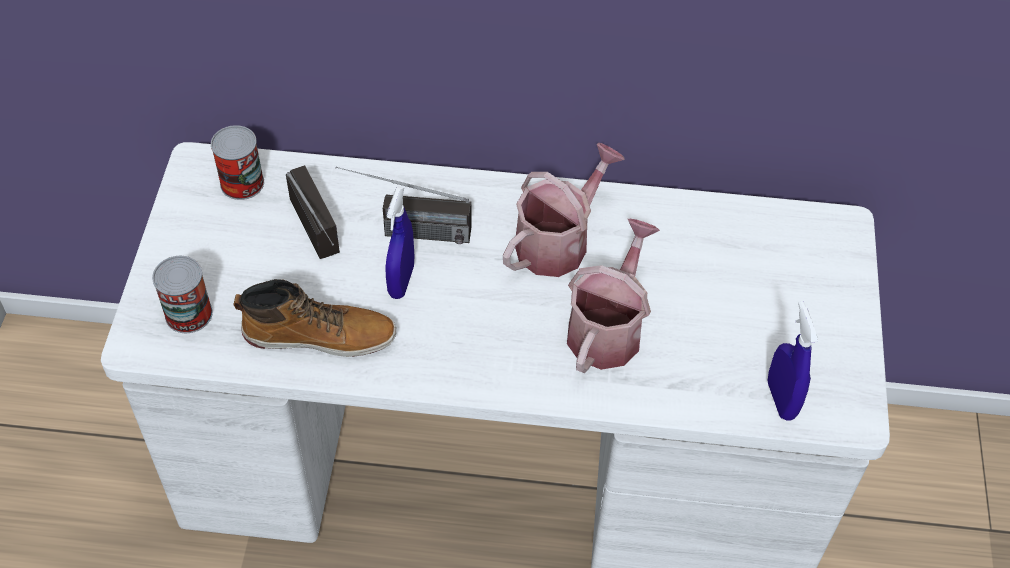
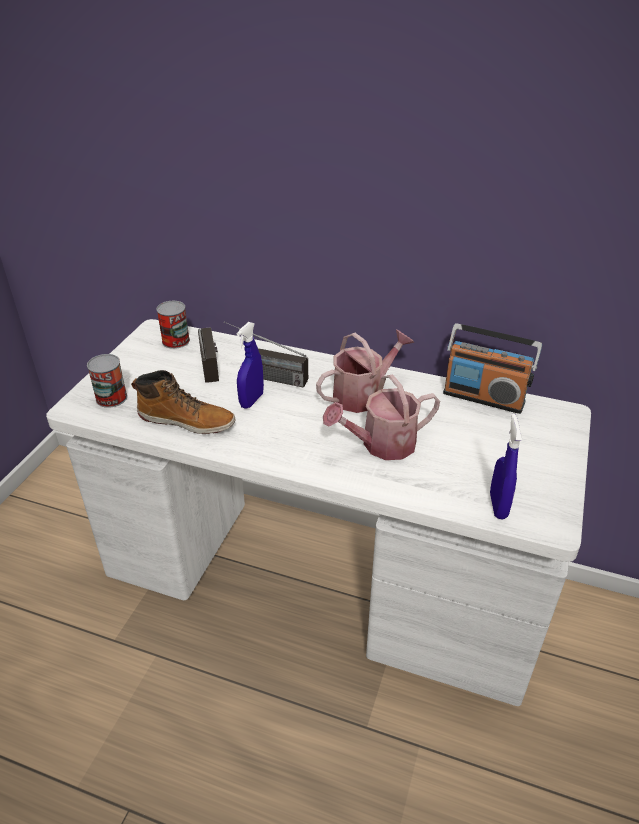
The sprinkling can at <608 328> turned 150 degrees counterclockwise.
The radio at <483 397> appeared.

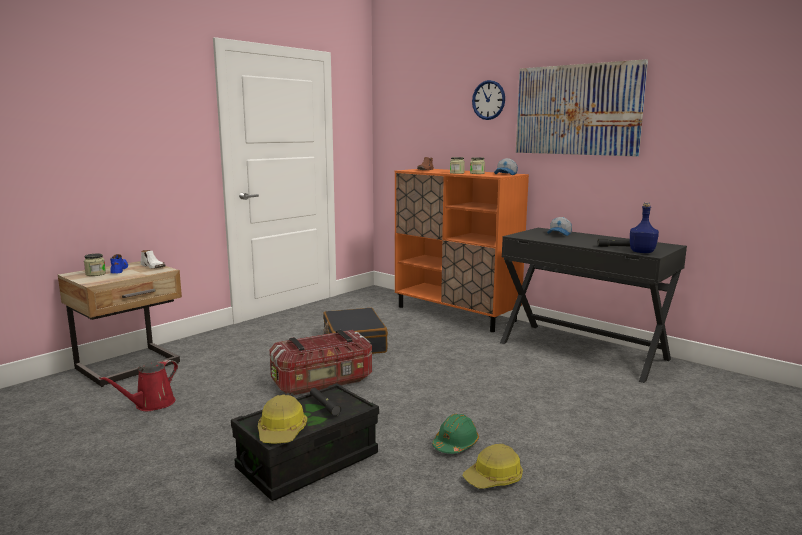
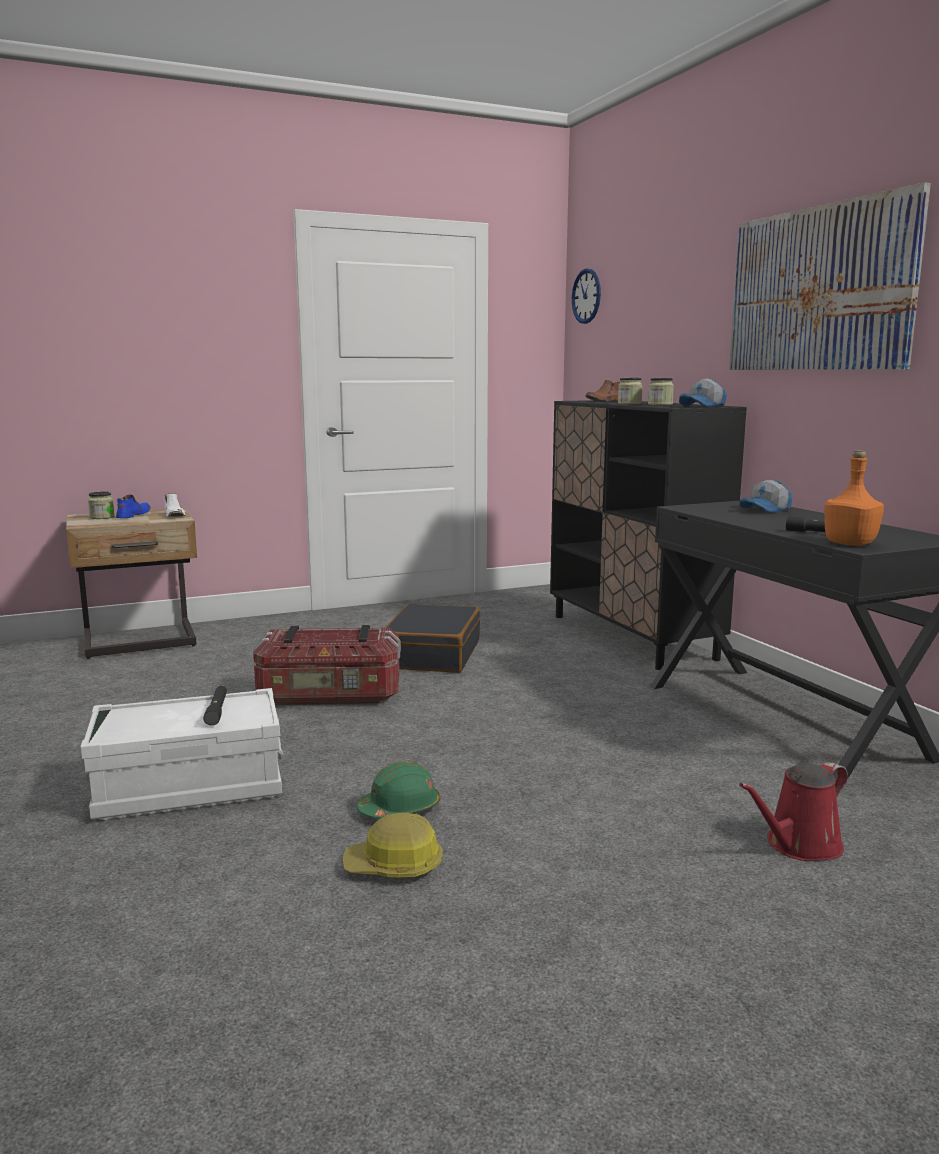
The sprinkling can/red moved from <151 404> to <799 846>.
The storage container/blackish at <308 462> became the storage container/whitish at <190 787>.
The safety helmet at <282 432> disappeared.
The cabinet/orangey at <456 314> became the cabinet/blackish at <632 637>.
The hanging clock moved from <488 100> to <586 296>.
The beverage bottle/blue at <642 252> became the beverage bottle/orangey at <850 543>.

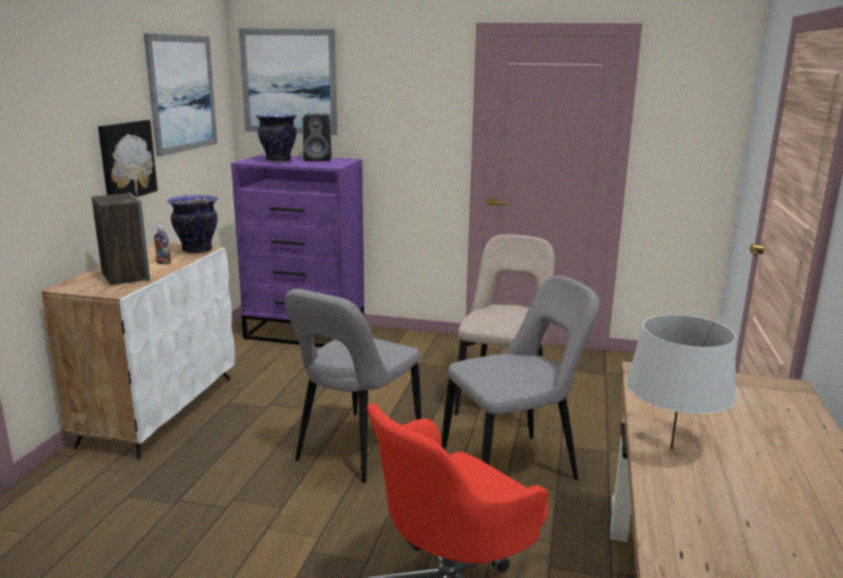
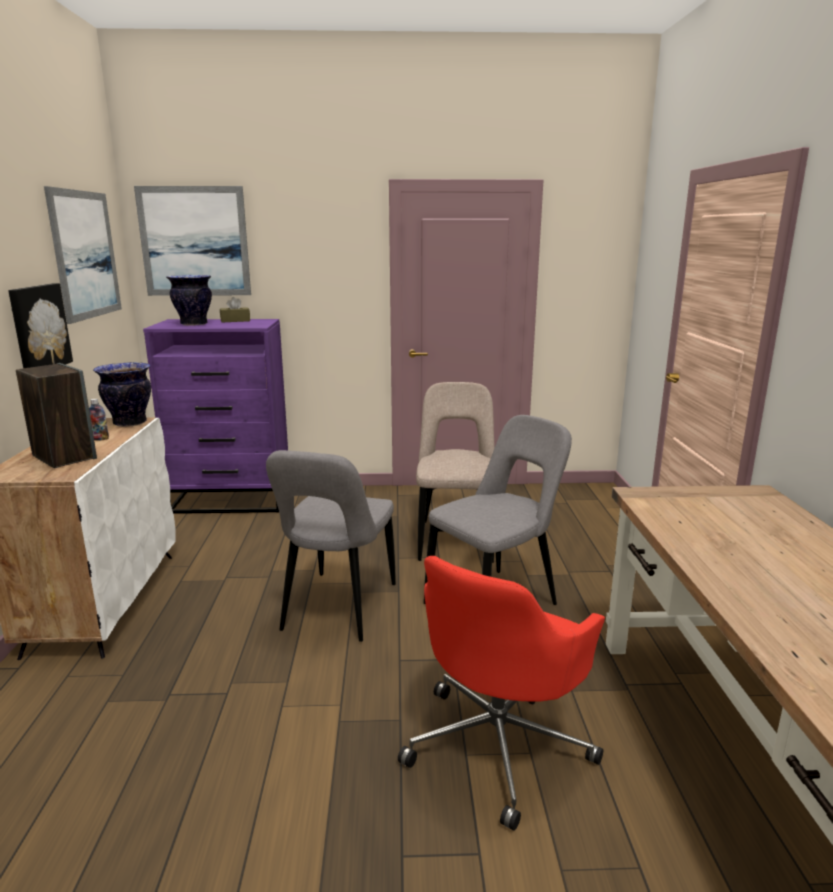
The audio speaker/blackish at <319 159> was replaced by the box of tissues/brown-coloured at <235 321>.
The table lamp/gray at <671 448> disappeared.

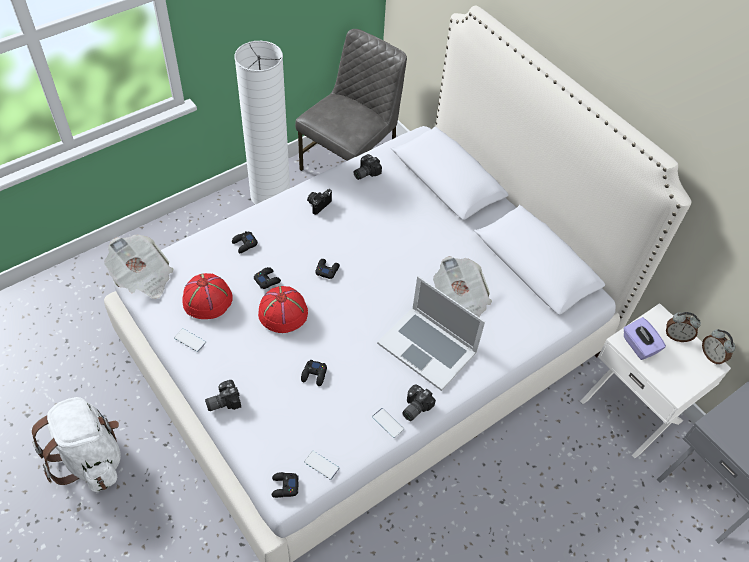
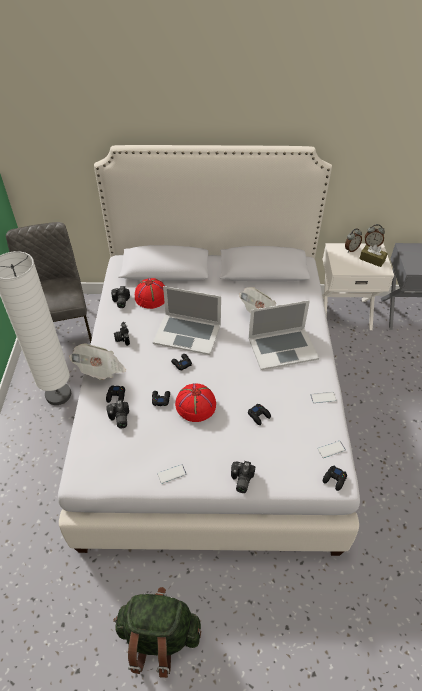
The knapsack/whitish at <91 458> became the knapsack/green at <159 636>.
The daily paper moved from <143 277> to <100 370>.
The clothing hat/red moved from <207 299> to <151 296>.
The photo camera moved from <414 407> to <119 419>.
The box of tissues/purple at <638 346> disappeared.
The portable computer at <187 333> appeared.
The box of tissues/brown-coloured at <372 260> appeared.

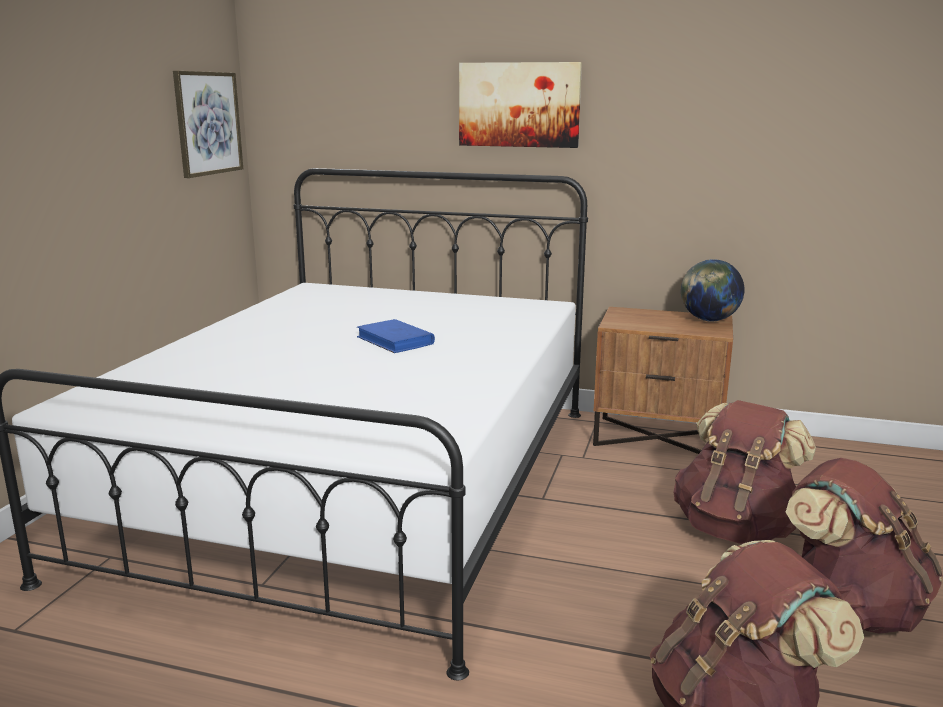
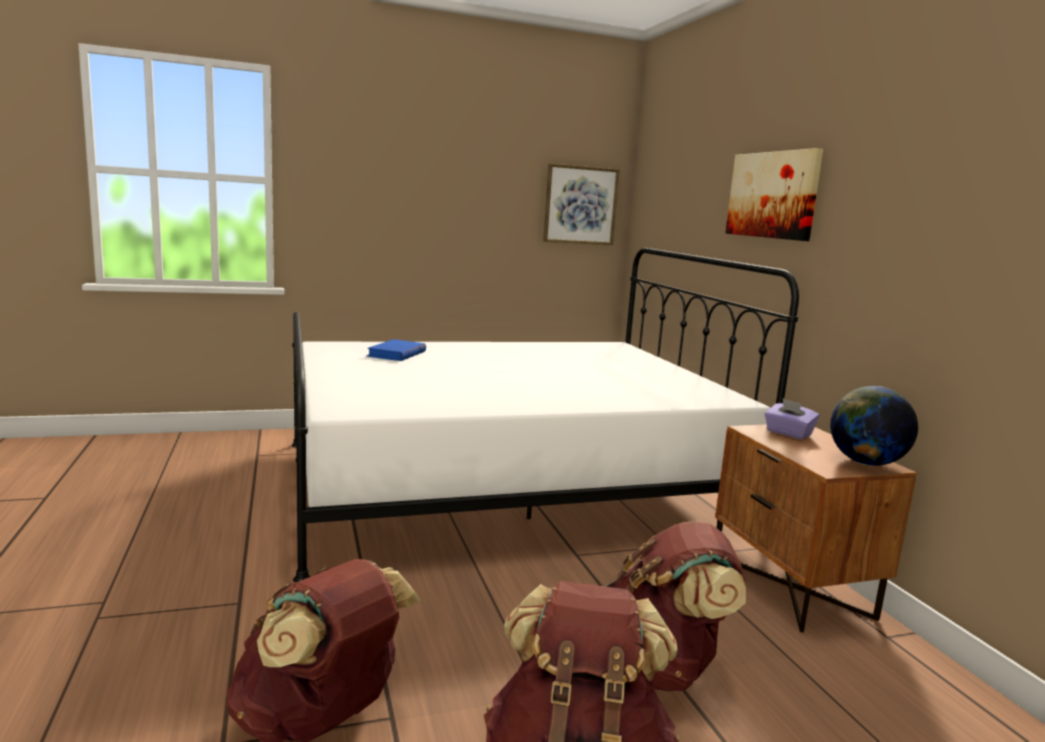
The volume/blue moved from <395 340> to <396 354>.
The box of tissues/purple at <788 433> appeared.

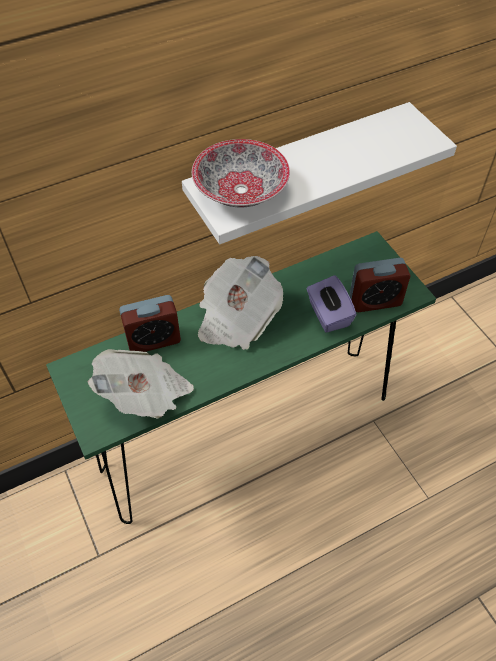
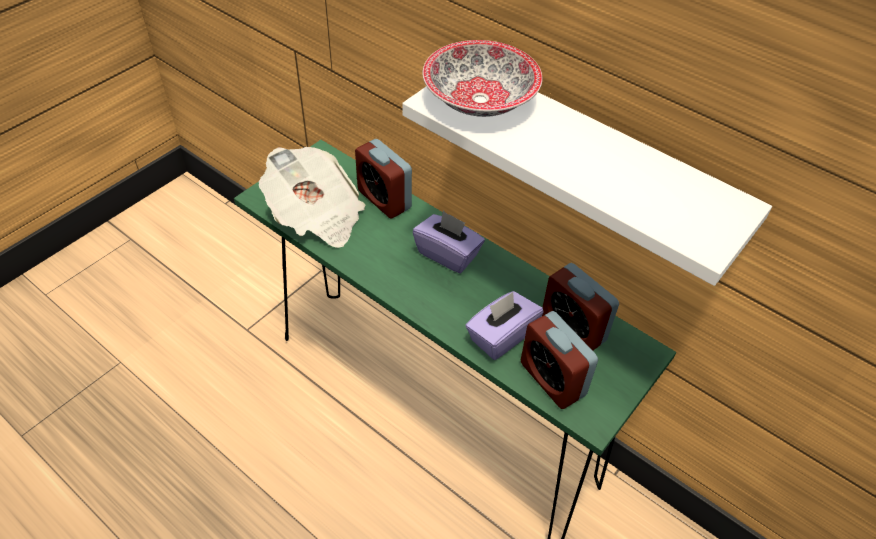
The daily paper at <236 318> was replaced by the box of tissues/purple at <448 254>.
The table clock at <573 328> appeared.

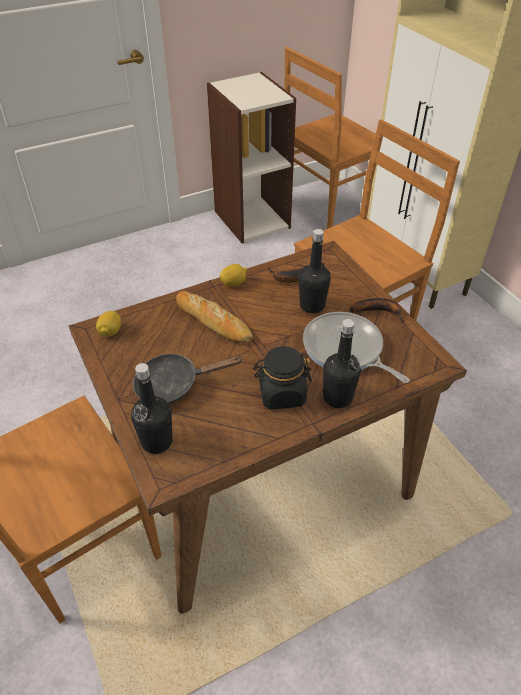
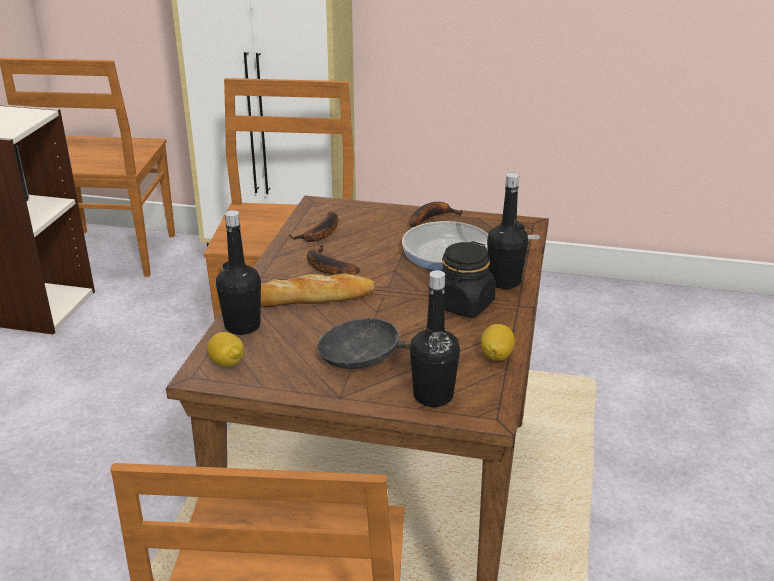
The skillet/blackish at <174 385> turned 75 degrees clockwise.
The citrus fruit moved from <233 283> to <496 355>.
The beverage bottle/blackish moved from <312 305> to <242 326>.
The whole banana at <326 268> appeared.

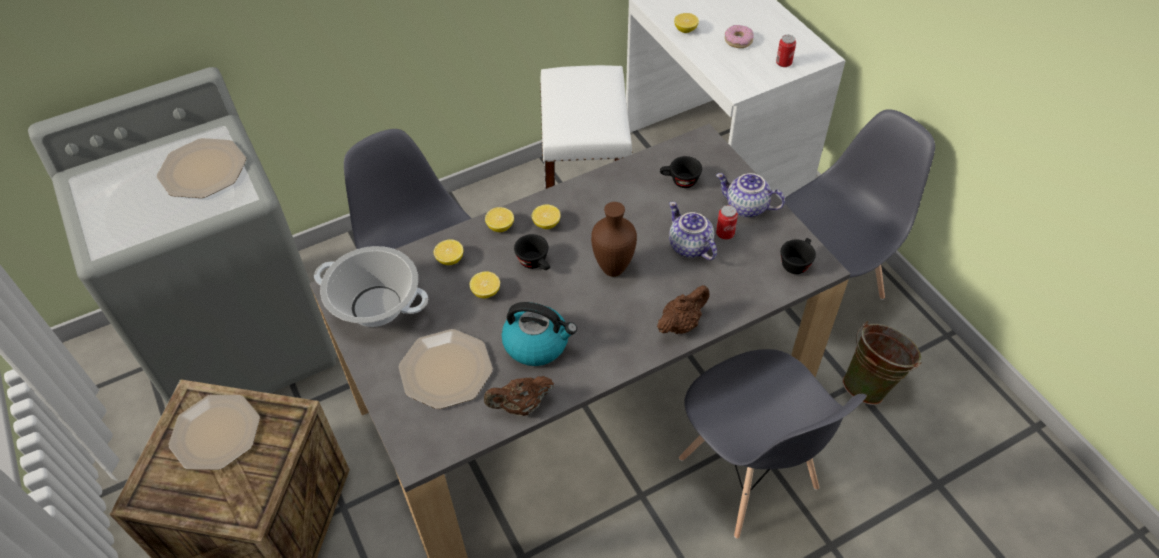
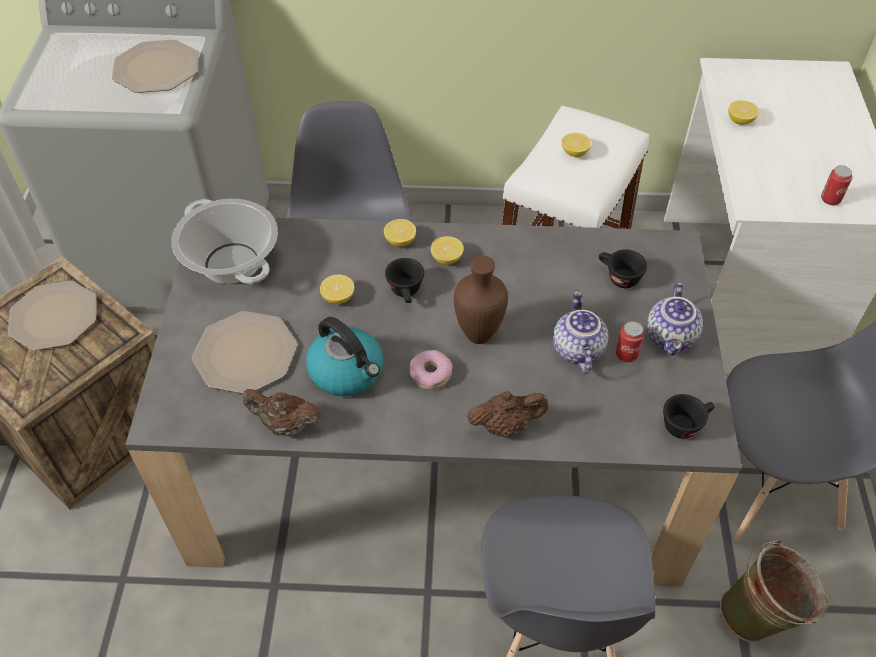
The citrus fruit moved from <450 259> to <574 153>.
The tea pot at <746 207> turned 135 degrees counterclockwise.
The donut moved from <738 40> to <430 374>.

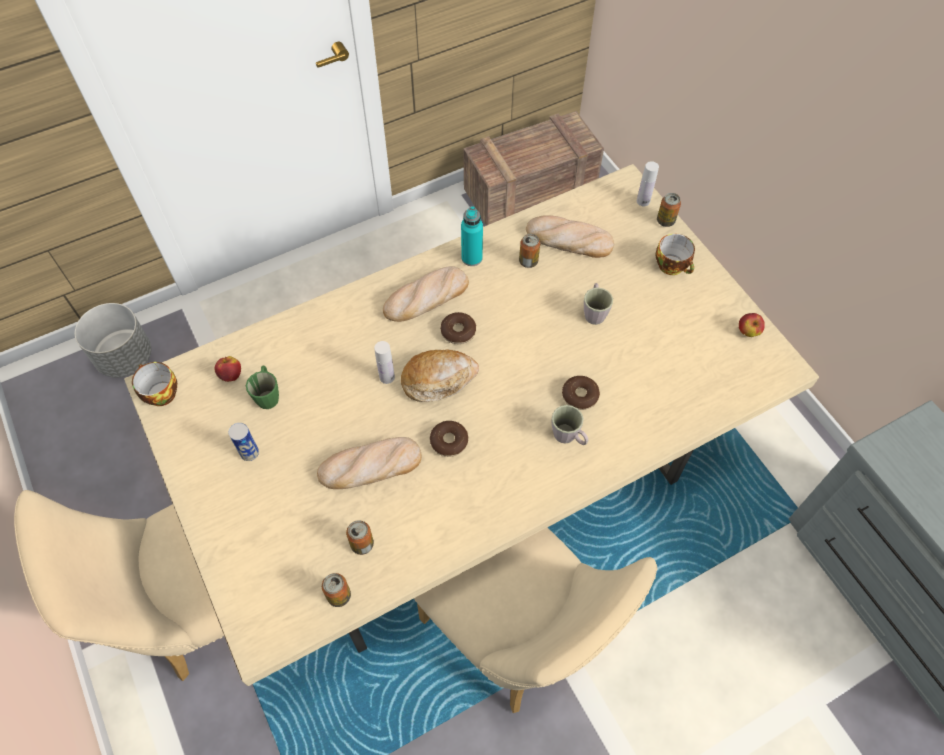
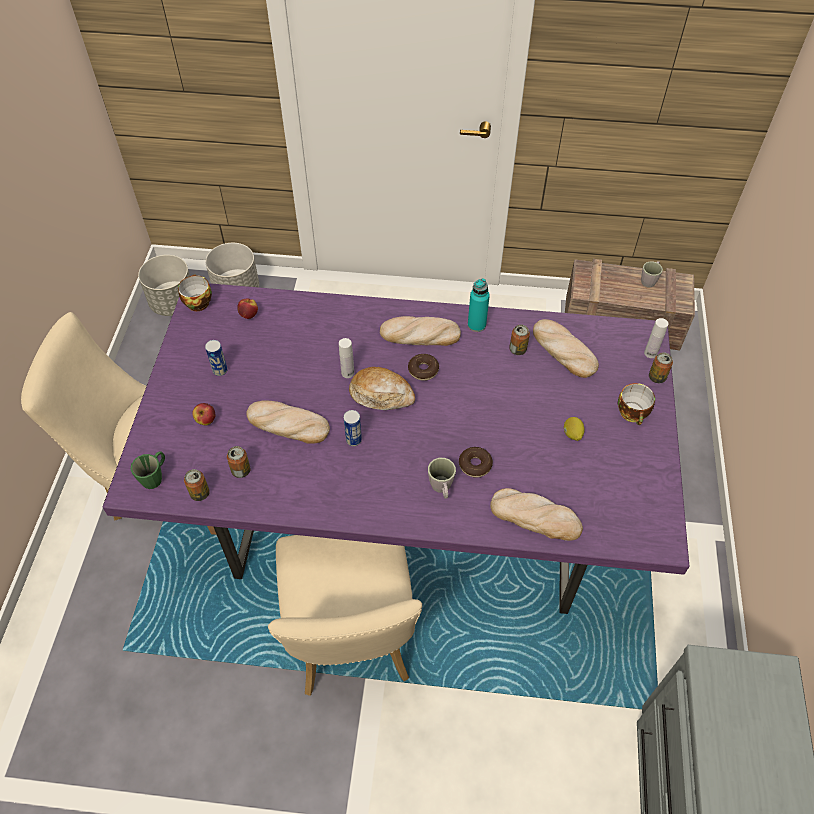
The dining table/beige at <470 477> became the dining table/purple at <405 509>.
The mug/green moved from <268 394> to <155 476>.
The donut at <449 441> was replaced by the can at <353 440>.
The mug/gray moved from <594 311> to <649 280>.
The whole apple moved from <748 331> to <206 420>.
The planter/gray at <173 303> appeared.
The bakery bread at <536 517> appeared.
The citrus fruit at <572 434> appeared.

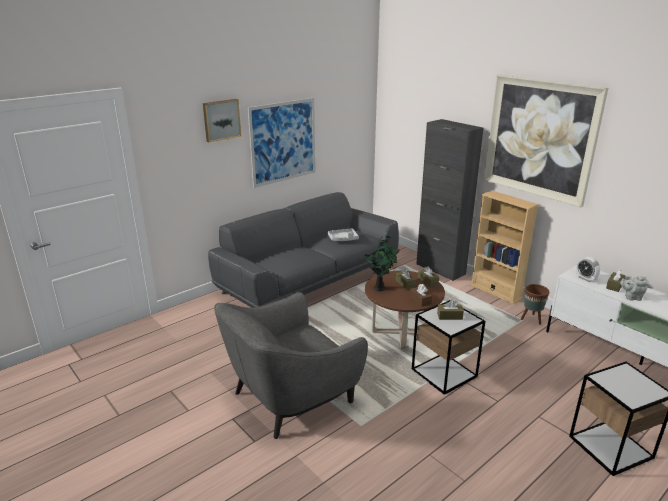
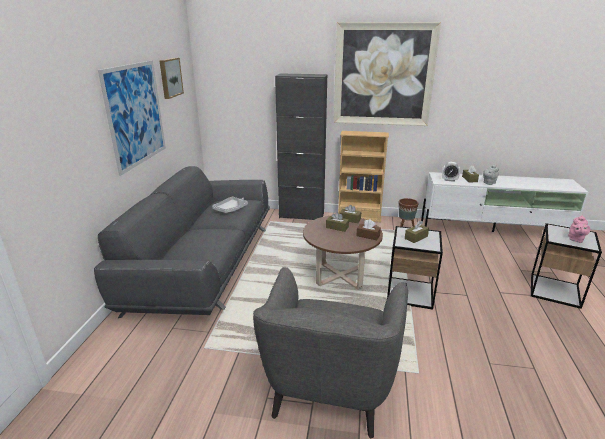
The picture moved from <221 120> to <170 77>.
The houseplant at <380 288> disappeared.
The tea pot/pink-coloured at <575 239> appeared.

